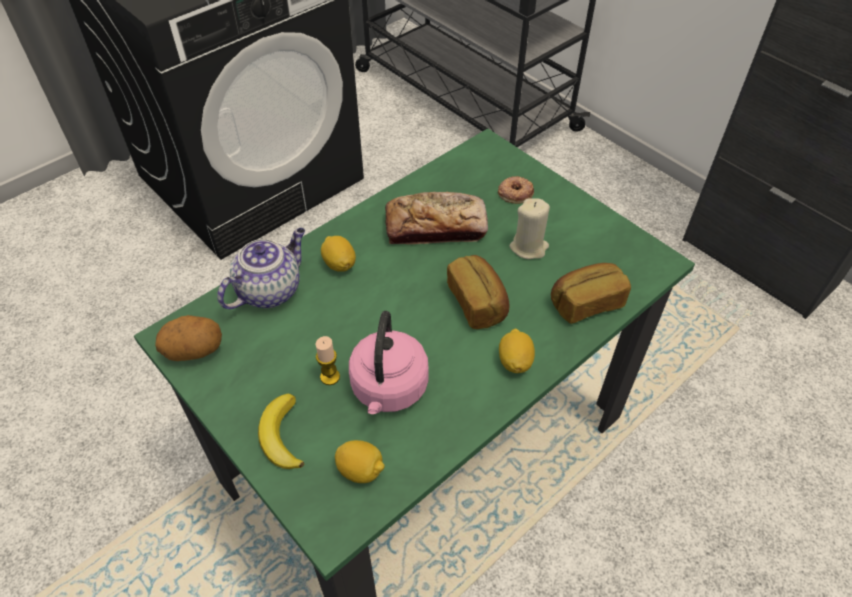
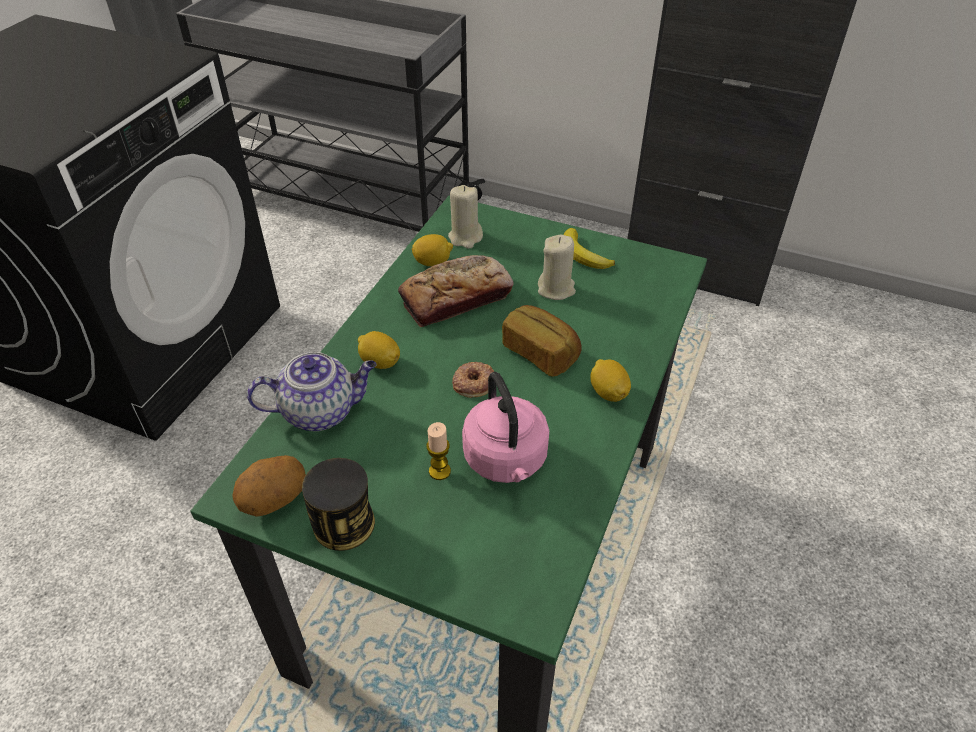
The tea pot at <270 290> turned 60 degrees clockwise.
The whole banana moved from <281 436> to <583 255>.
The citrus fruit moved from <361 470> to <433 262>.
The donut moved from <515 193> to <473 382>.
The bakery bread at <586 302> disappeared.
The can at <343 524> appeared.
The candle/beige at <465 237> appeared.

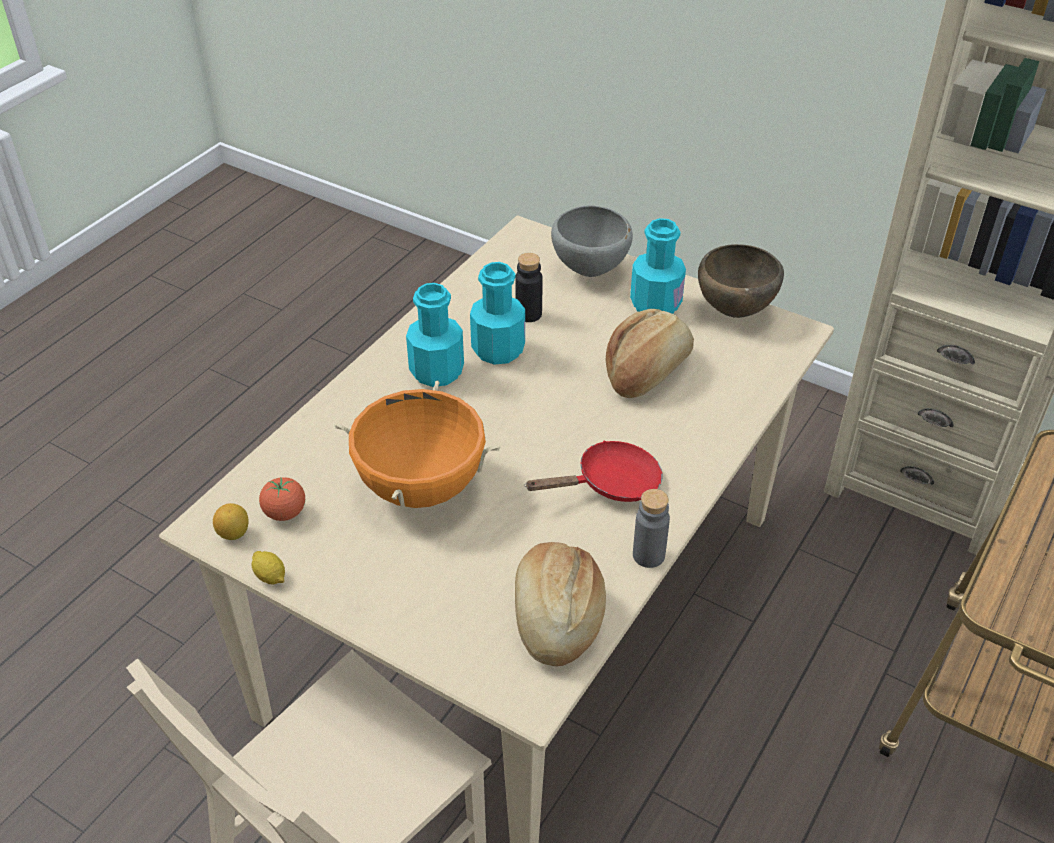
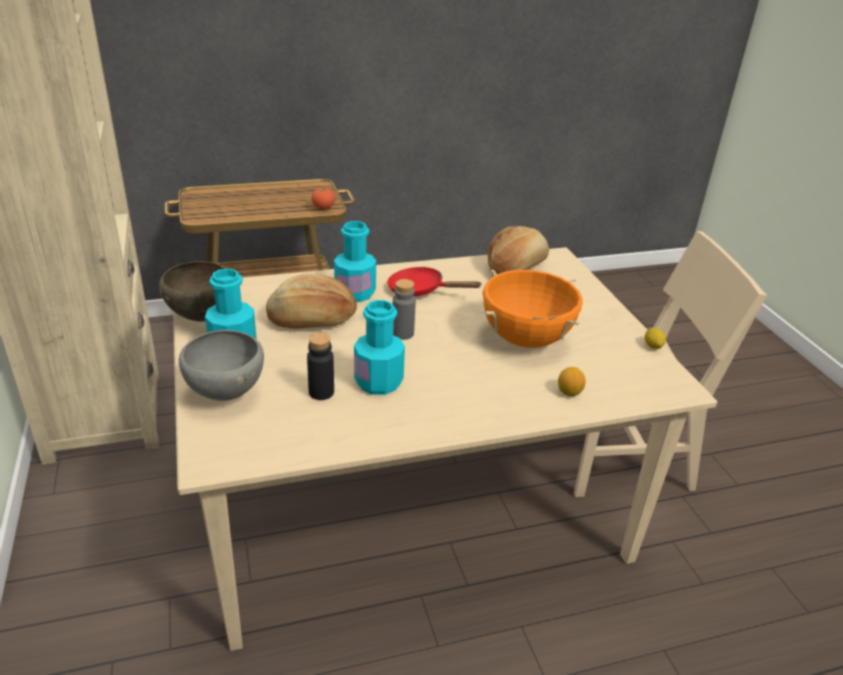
The citrus fruit moved from <234 533> to <569 392>.
The fresh tomato moved from <285 513> to <323 208>.
The beverage bottle/turquoise moved from <437 371> to <355 293>.
The beverage bottle/gray moved from <648 555> to <402 333>.

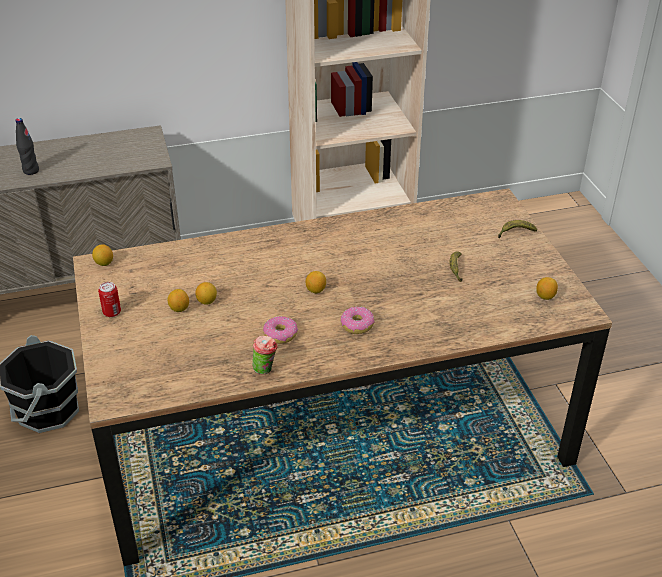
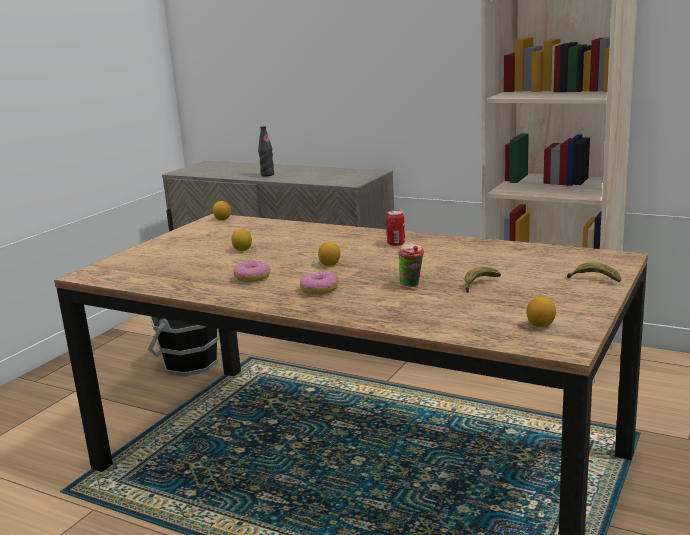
The can moved from <112 312> to <396 243>.
The citrus fruit at <179 309> disappeared.
The cup moved from <266 369> to <412 285>.

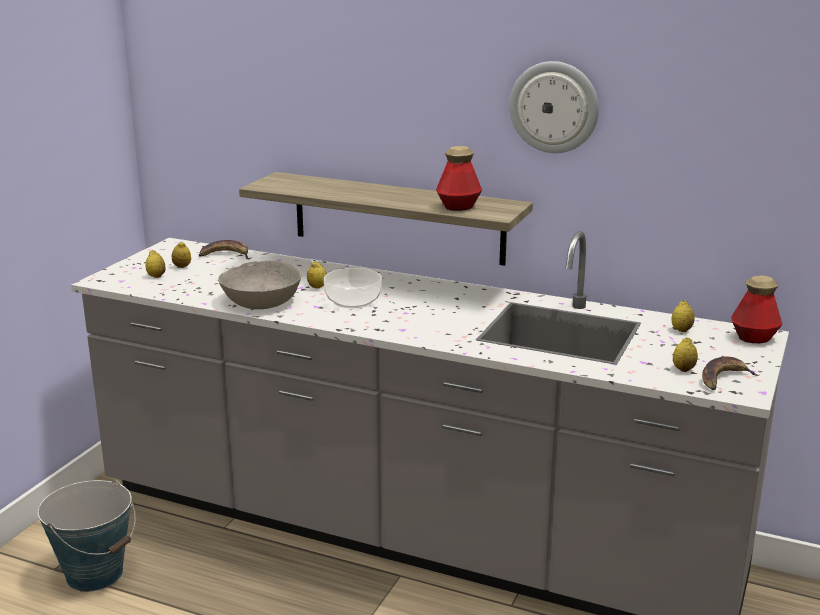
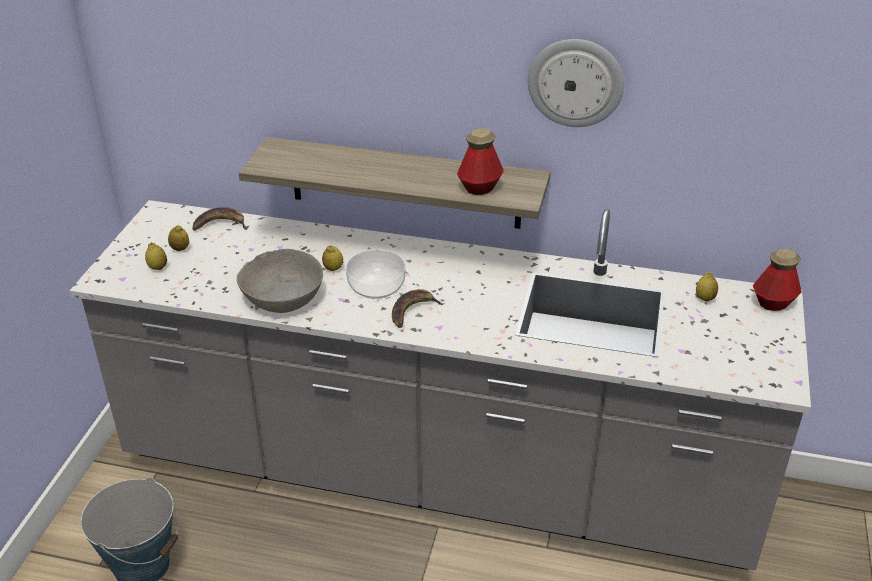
The citrus fruit at <683 369> disappeared.
The whole banana moved from <724 378> to <413 311>.

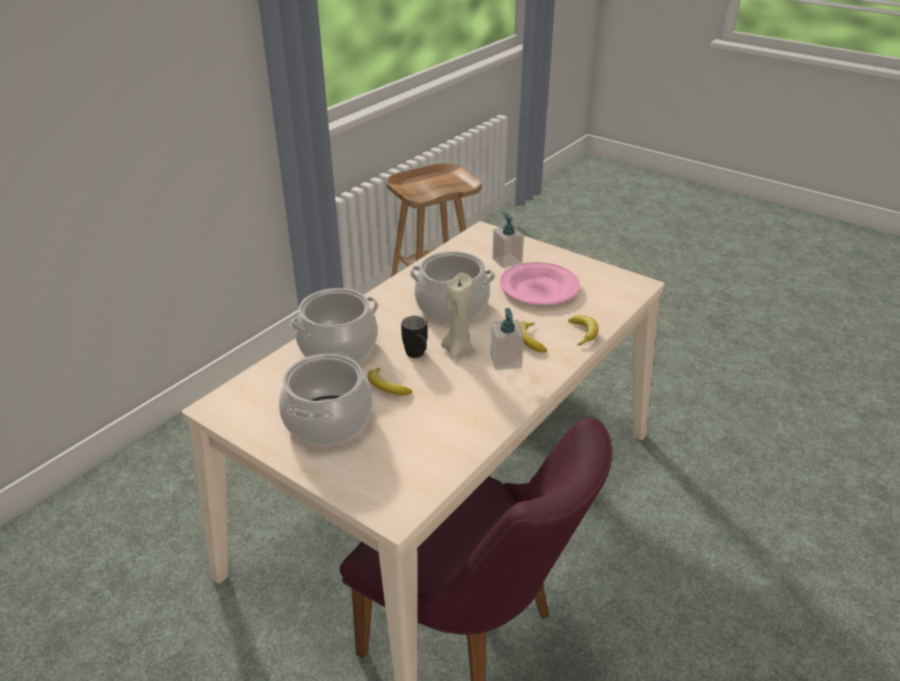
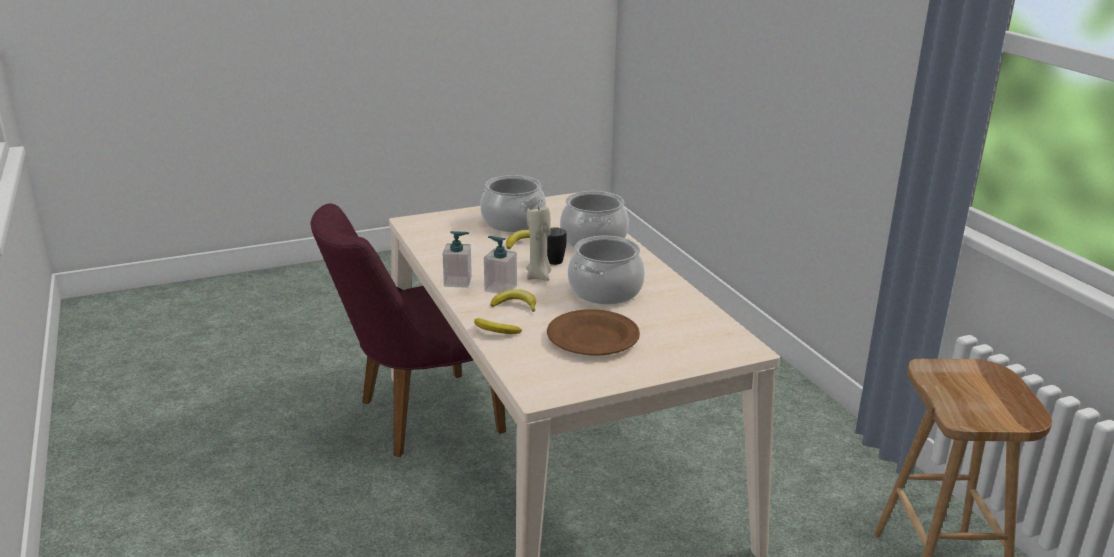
The soap dispenser moved from <507 261> to <458 282>.
The plate/pink-coloured at <538 288> became the plate/brown-coloured at <593 338>.

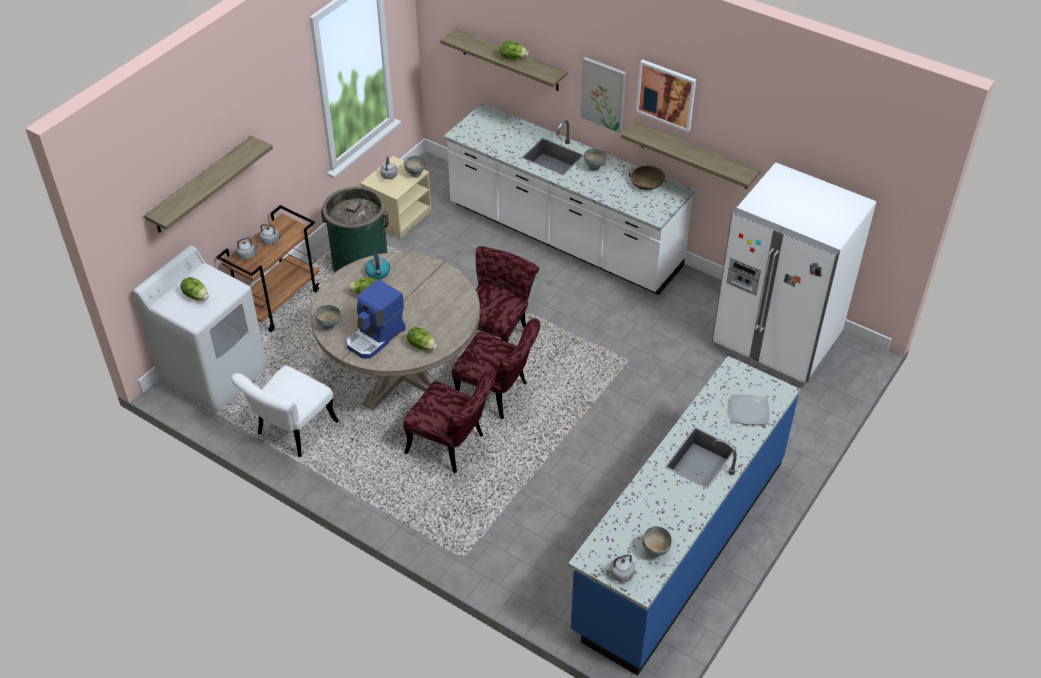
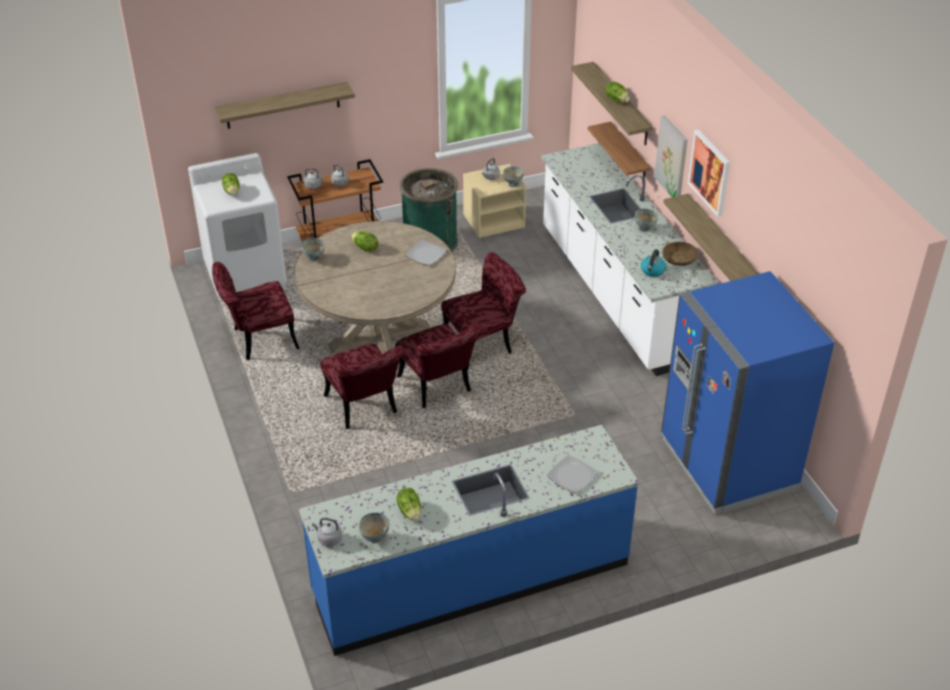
The upright chair/whitish at <291 433> became the upright chair/red at <258 340>.
The coffee machine at <376 337> disappeared.
The kettle moved from <378 273> to <652 271>.
The head of lettuce moved from <422 345> to <410 511>.
The refrigerator/whitish at <776 342> became the refrigerator/blue at <727 464>.
The plate at <425 254> appeared.
The shelf at <629 155> appeared.

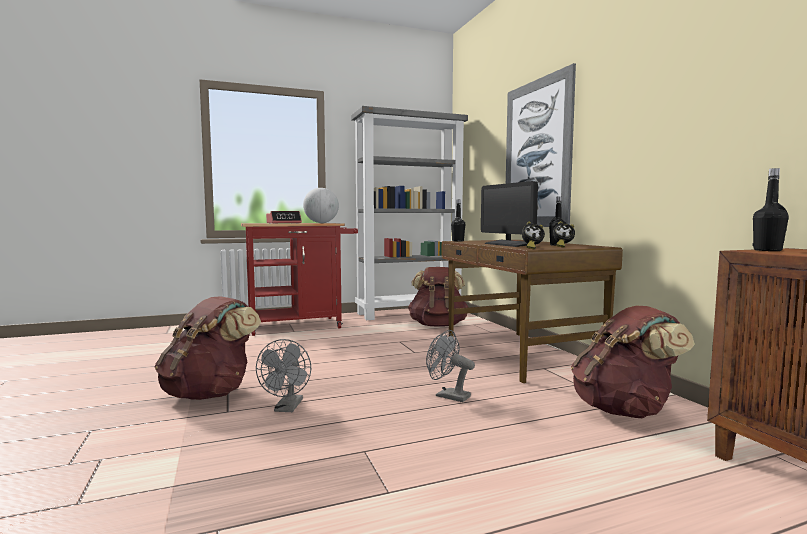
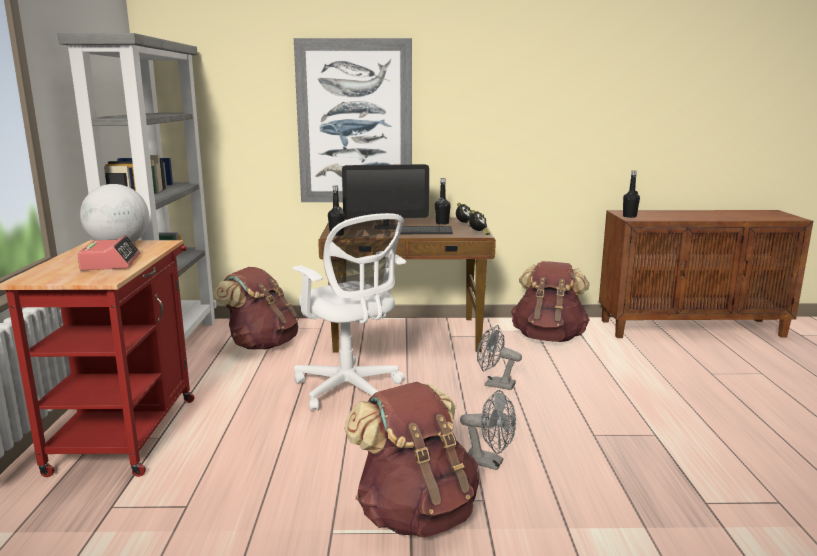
The electric fan/gray at <448 396> turned 60 degrees clockwise.
The desk chair/whitish at <350 390> appeared.

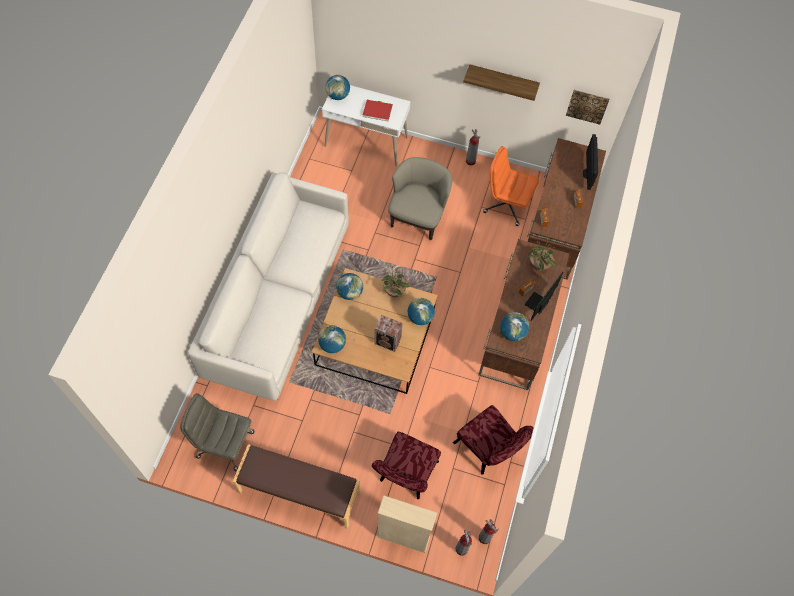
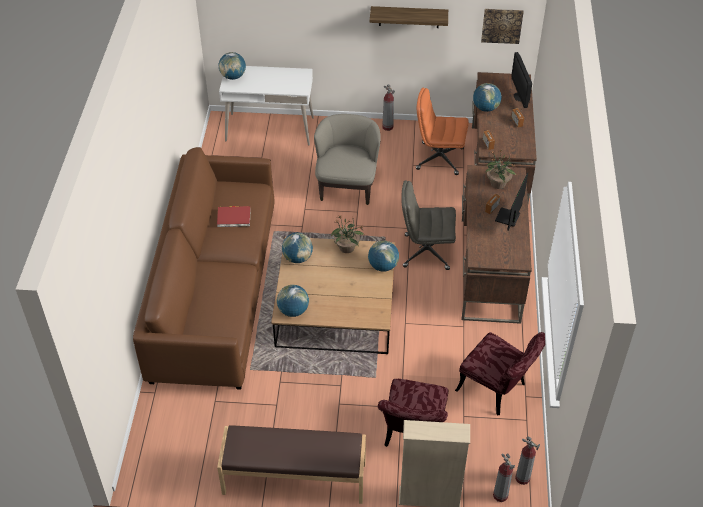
The desk chair/gray moved from <224 444> to <426 252>.
The sofa/whitish at <277 301> became the sofa/brown-coloured at <214 293>.
The volume/red moved from <377 111> to <234 218>.
The audio speaker at <388 341> disappeared.
The world globe moved from <512 333> to <485 108>.

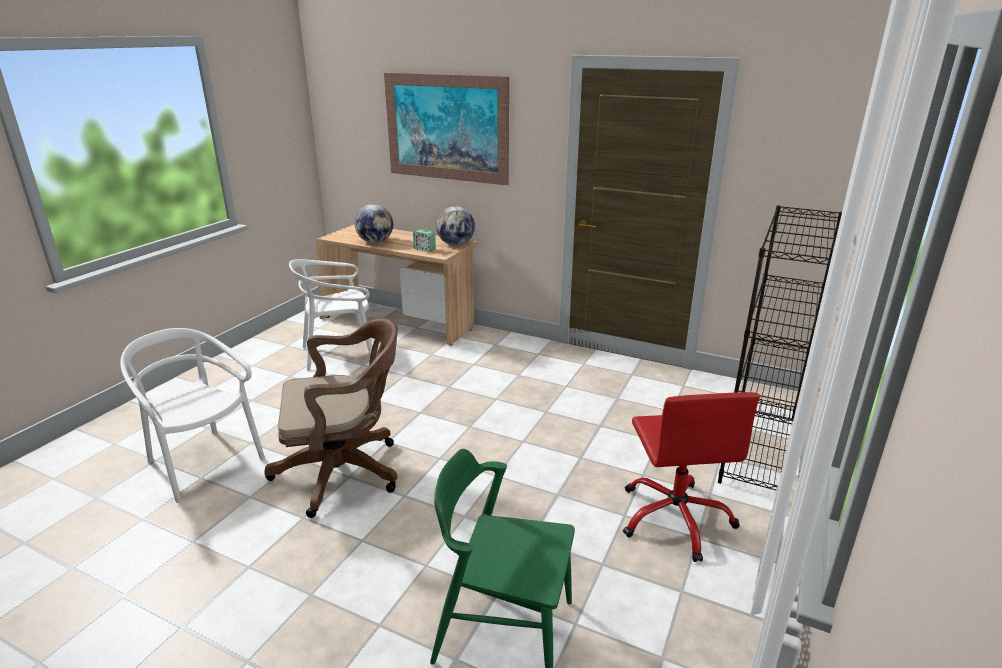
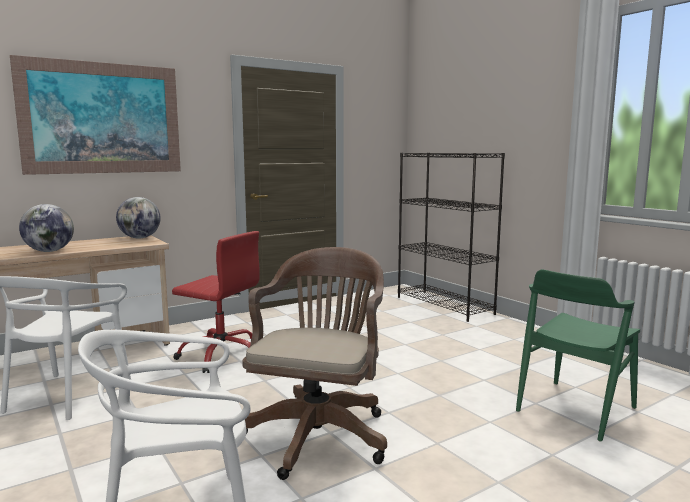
The table clock at <424 250> disappeared.
The desk chair/red moved from <676 518> to <222 355>.

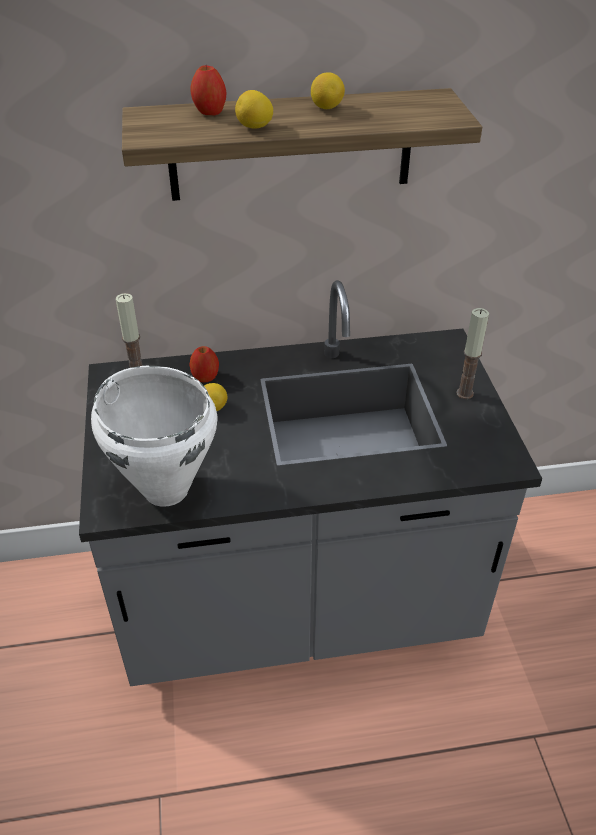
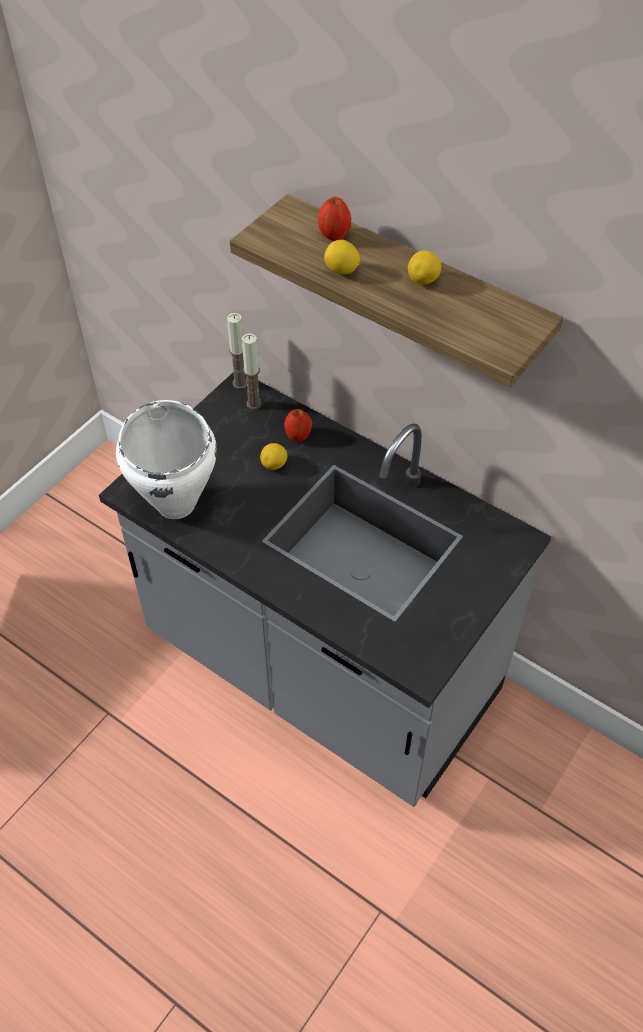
The candle moved from <464 393> to <240 383>.

